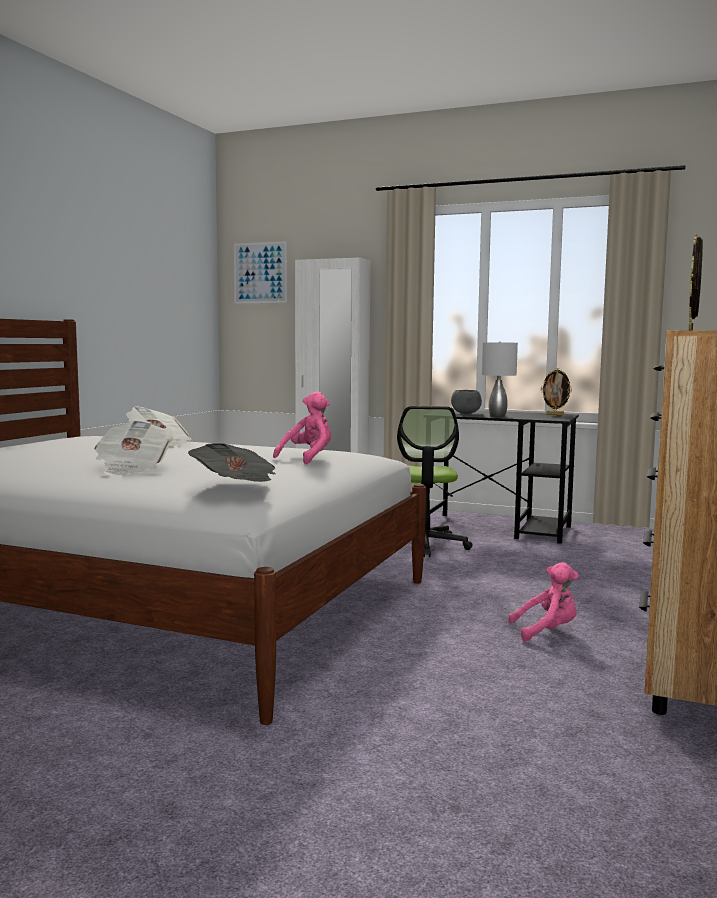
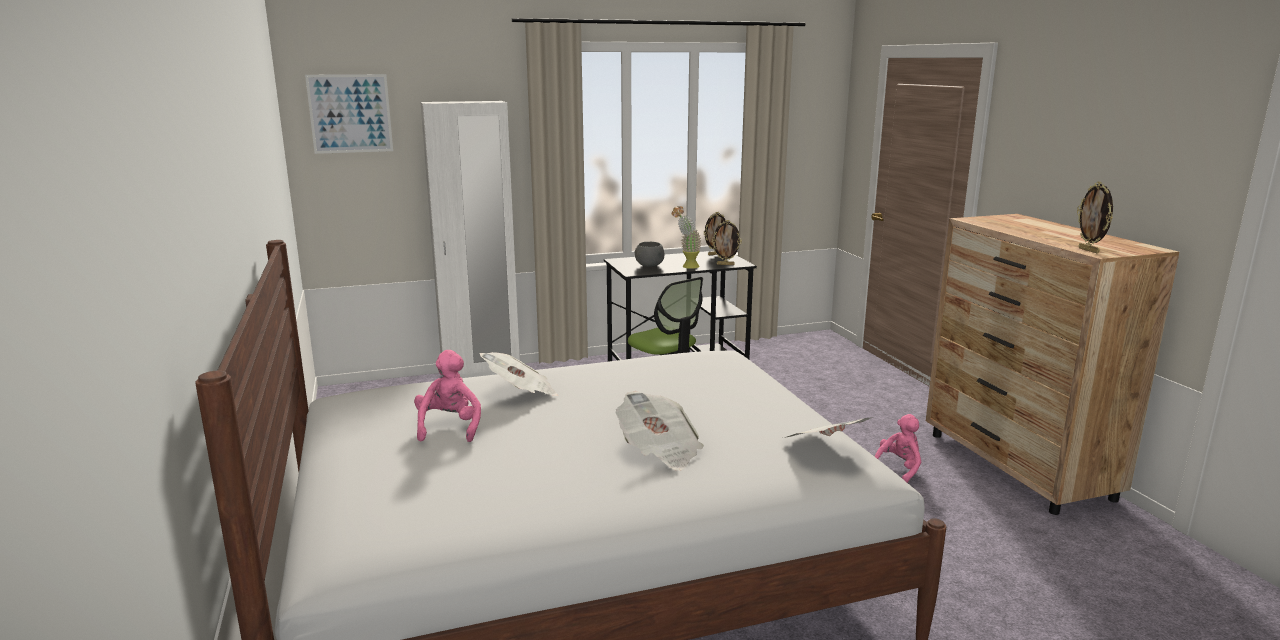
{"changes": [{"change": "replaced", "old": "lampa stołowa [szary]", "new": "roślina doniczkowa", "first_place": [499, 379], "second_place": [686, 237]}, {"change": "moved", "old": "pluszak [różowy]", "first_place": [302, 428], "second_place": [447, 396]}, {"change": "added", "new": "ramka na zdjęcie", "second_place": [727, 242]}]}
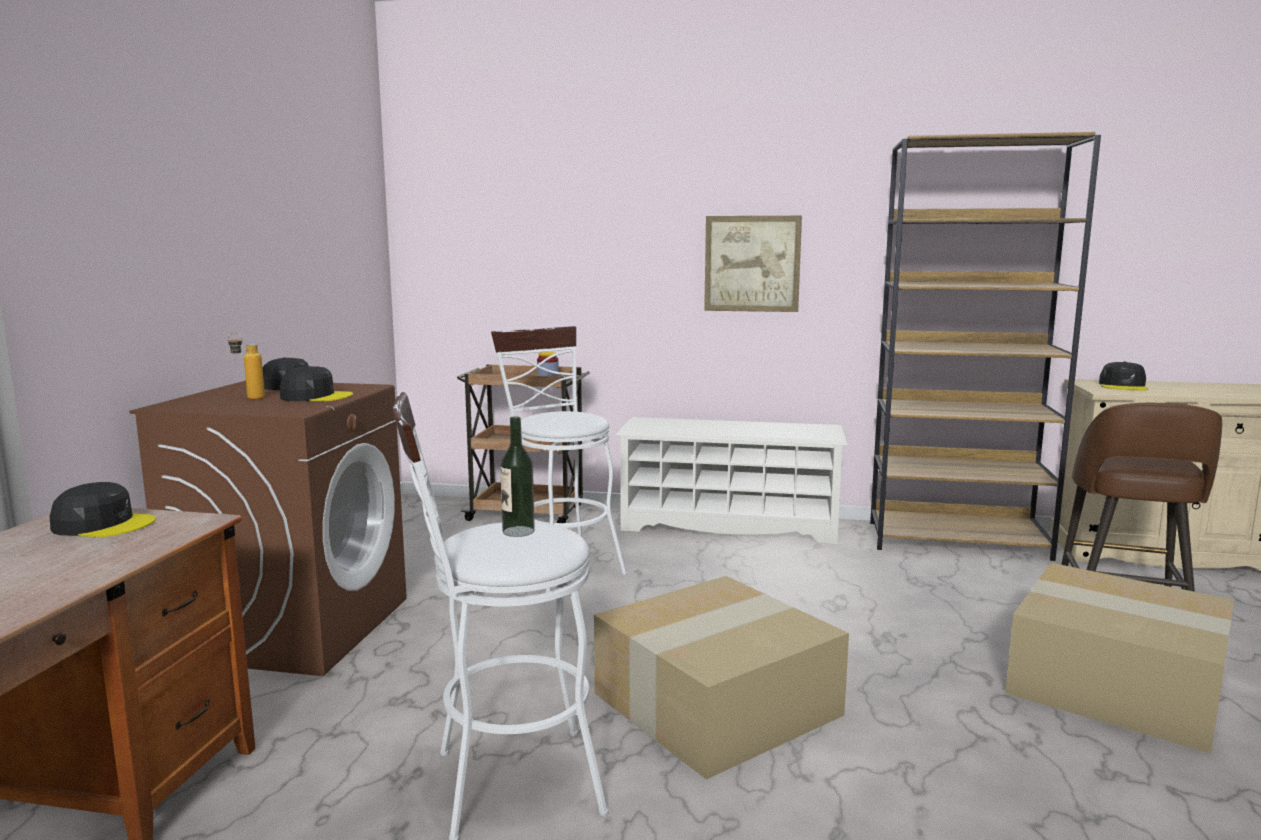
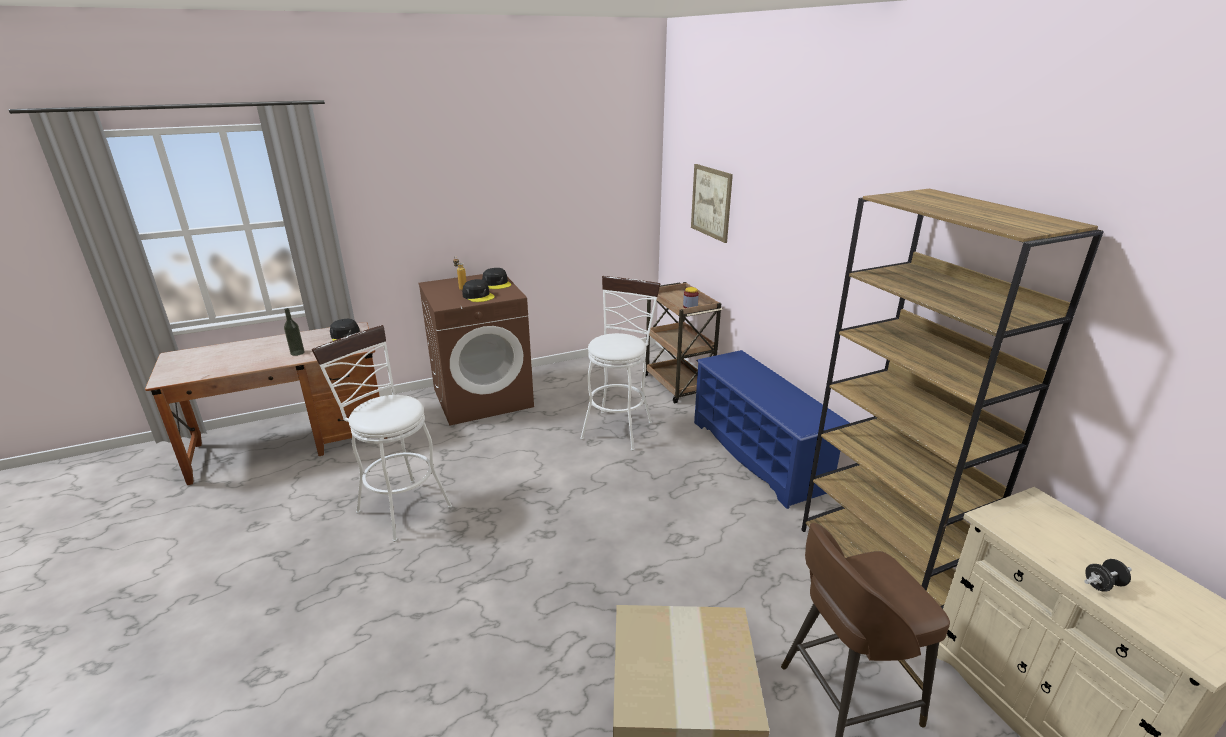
{"changes": [{"change": "moved", "old": "obraz", "first_place": [753, 264], "second_place": [712, 203]}, {"change": "removed", "old": "czapka z daszkiem [czarny]", "first_place": [1123, 376]}, {"change": "moved", "old": "butelka", "first_place": [517, 477], "second_place": [294, 332]}, {"change": "recoloured", "old": "regał na buty [biały]", "new": "regał na buty [niebieski]", "first_place": [731, 480], "second_place": [772, 429]}, {"change": "removed", "old": "karton", "first_place": [721, 677]}, {"change": "added", "new": "hantel [czarny]", "second_place": [1108, 575]}]}
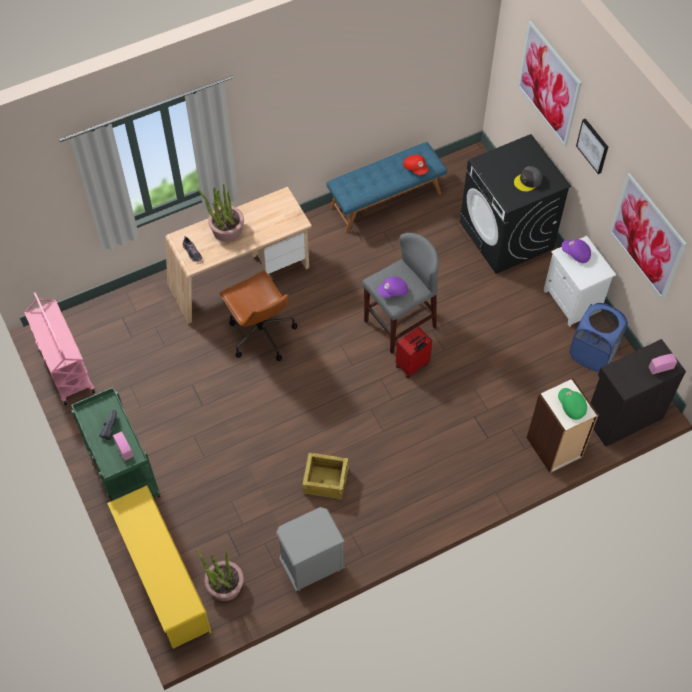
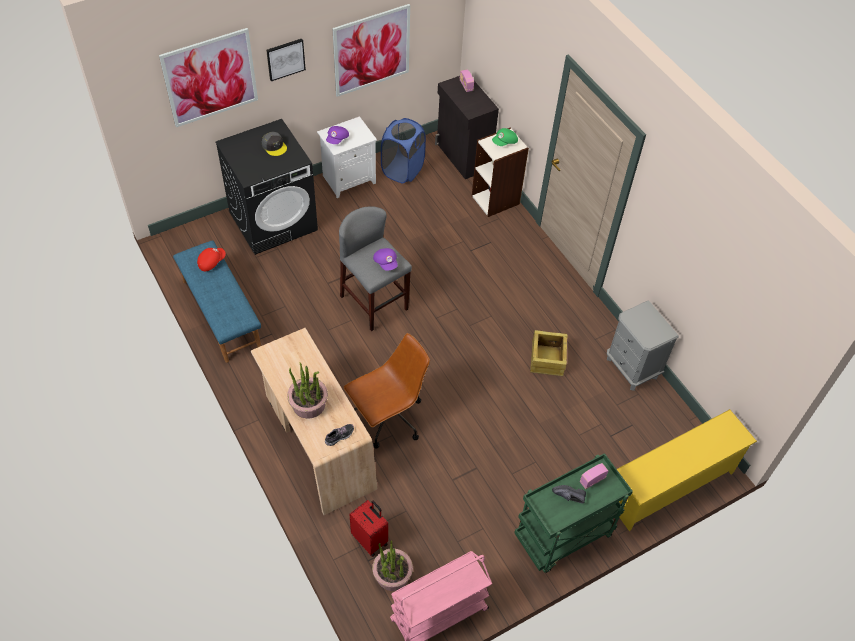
{"changes": [{"change": "moved", "old": "walizka [czerwony]", "first_place": [414, 352], "second_place": [369, 528]}, {"change": "moved", "old": "roślina doniczkowa", "first_place": [220, 575], "second_place": [392, 565]}]}
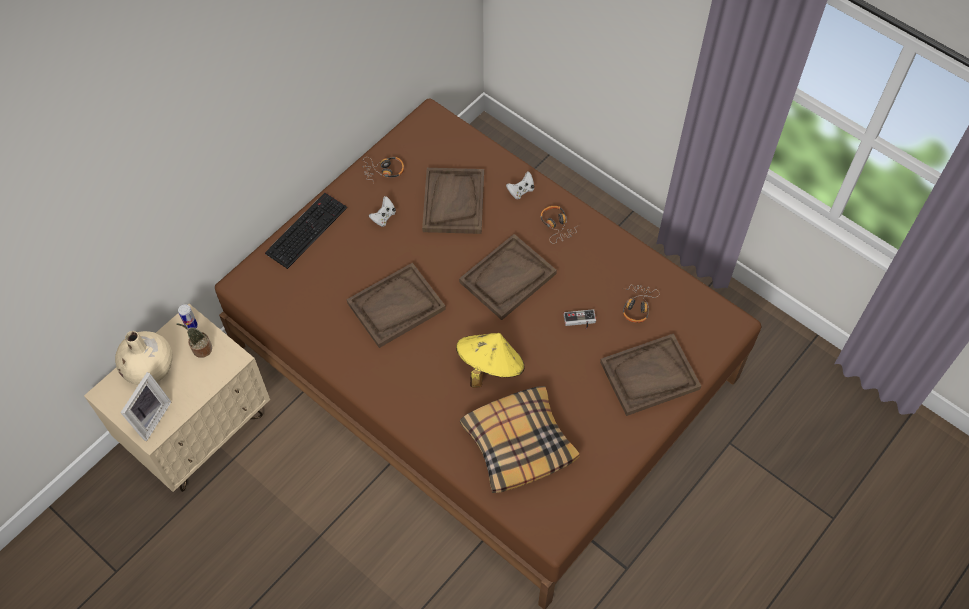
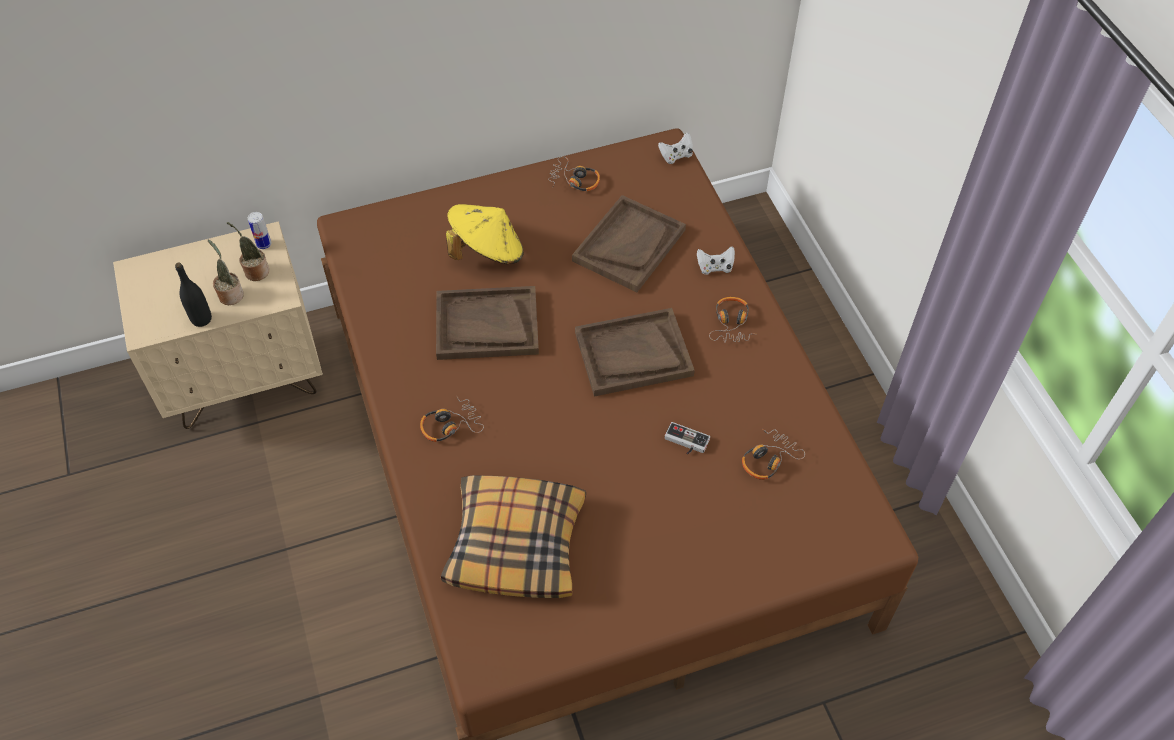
{"changes": [{"change": "removed", "old": "klawiatura", "first_place": [306, 231]}, {"change": "moved", "old": "pad do gier [biały]", "first_place": [382, 211], "second_place": [675, 148]}, {"change": "removed", "old": "wazon [beżowy]", "first_place": [144, 358]}, {"change": "moved", "old": "kapelusz [żółty]", "first_place": [490, 360], "second_place": [485, 234]}, {"change": "removed", "old": "taca [brązowy]", "first_place": [650, 374]}, {"change": "removed", "old": "ramka na zdjęcie", "first_place": [145, 406]}, {"change": "added", "new": "roślina doniczkowa", "second_place": [226, 272]}, {"change": "added", "new": "butelka [czarny]", "second_place": [193, 295]}, {"change": "added", "new": "słuchawki", "second_place": [452, 419]}]}
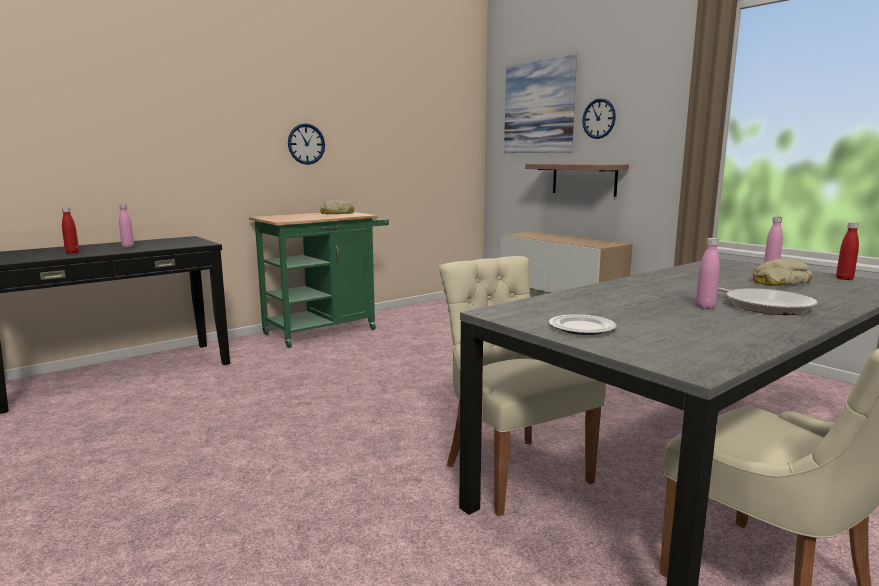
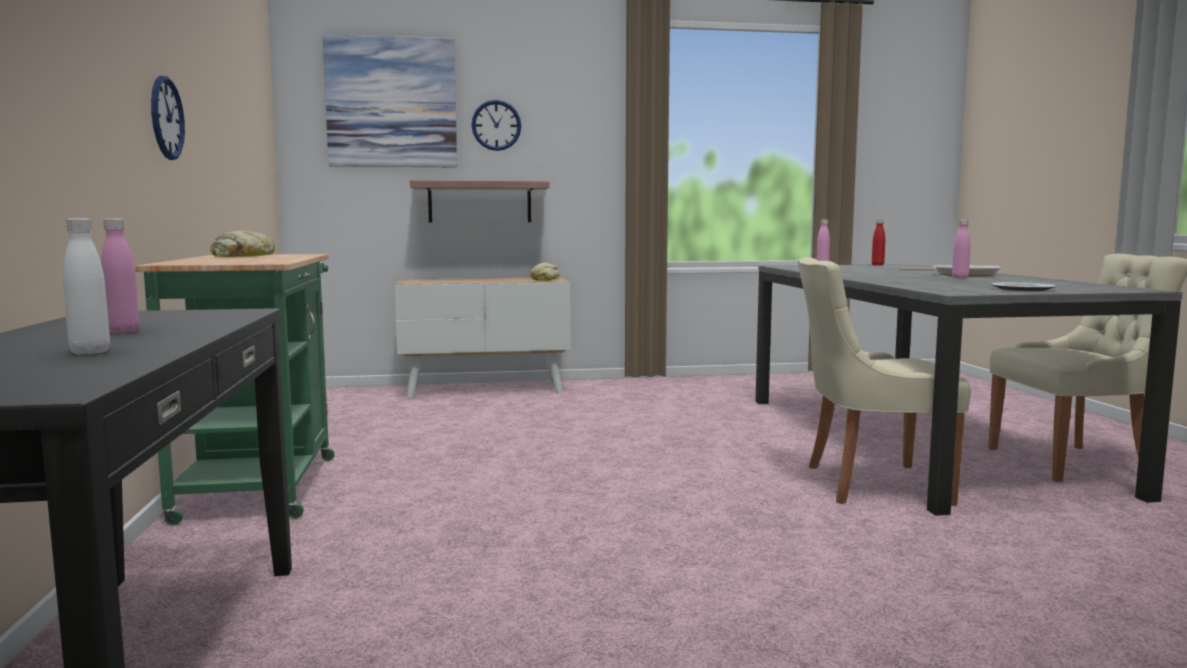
{"changes": [{"change": "recoloured", "old": "butelka [czerwony]", "new": "butelka [biały]", "first_place": [70, 230], "second_place": [86, 286]}, {"change": "moved", "old": "chleb", "first_place": [782, 272], "second_place": [545, 271]}]}
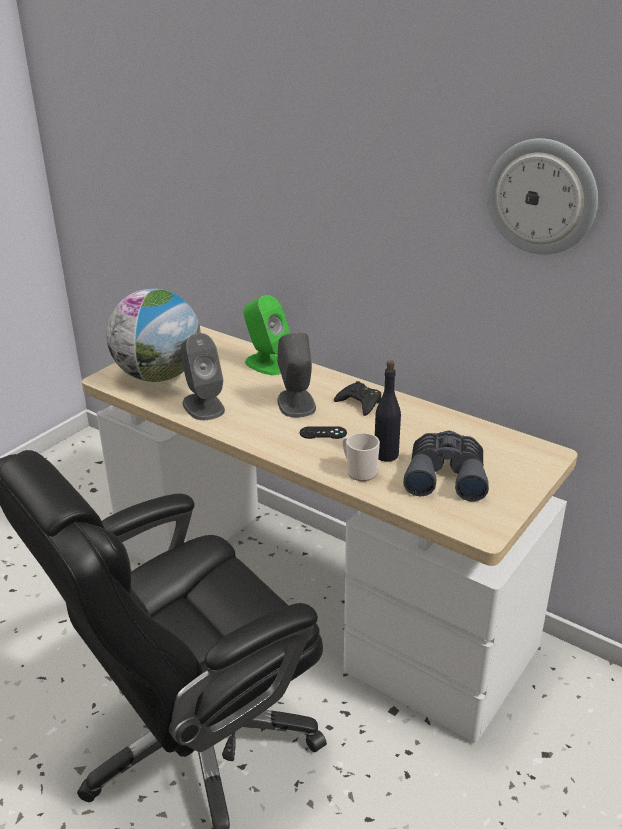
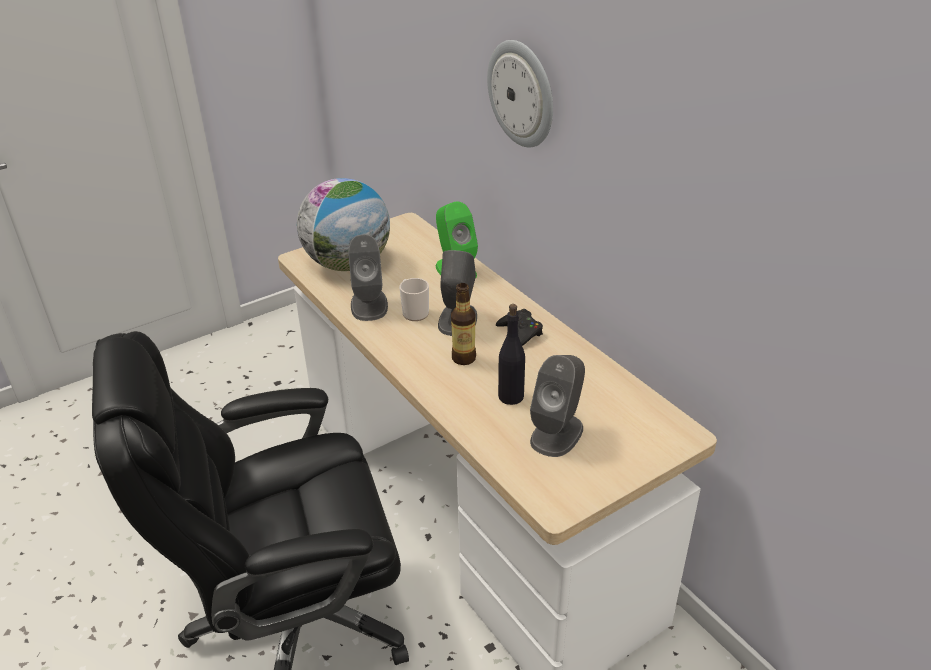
{"changes": [{"change": "moved", "old": "zegar ścienny", "first_place": [542, 196], "second_place": [520, 93]}, {"change": "replaced", "old": "pad do gier [czarny]", "new": "butelka", "first_place": [323, 432], "second_place": [463, 324]}, {"change": "replaced", "old": "lornetka [szary]", "new": "głośnik [szary]", "first_place": [446, 466], "second_place": [557, 406]}, {"change": "moved", "old": "kubek", "first_place": [361, 457], "second_place": [414, 299]}]}
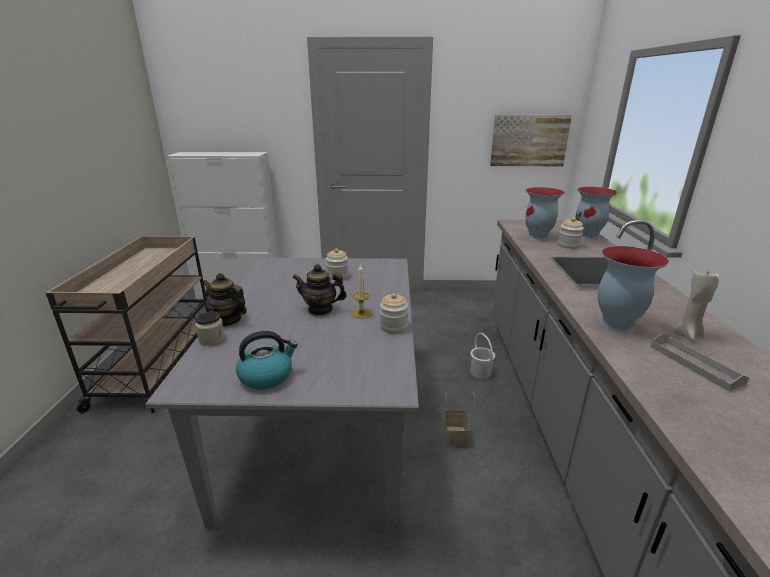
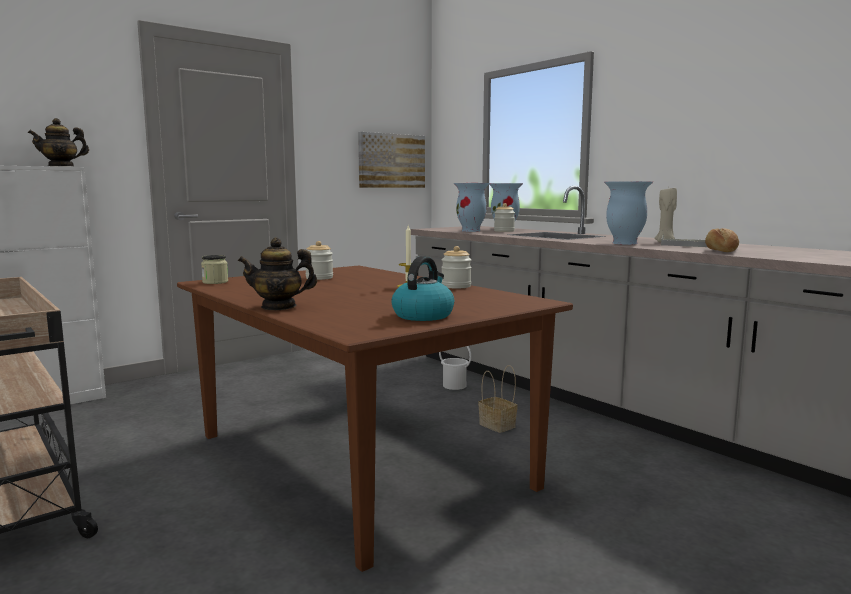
{"changes": [{"change": "recoloured", "old": "stół jadalny [szary]", "new": "stół jadalny [brązowy]", "first_place": [282, 395], "second_place": [375, 419]}, {"change": "moved", "old": "imbryk", "first_place": [319, 289], "second_place": [58, 142]}, {"change": "moved", "old": "słoik", "first_place": [210, 329], "second_place": [214, 269]}, {"change": "added", "new": "chleb", "second_place": [722, 240]}]}
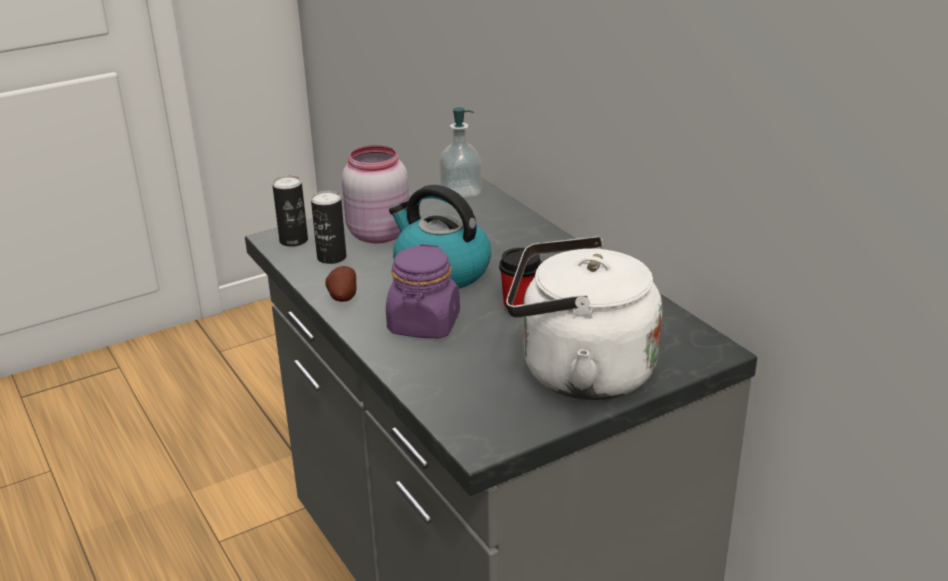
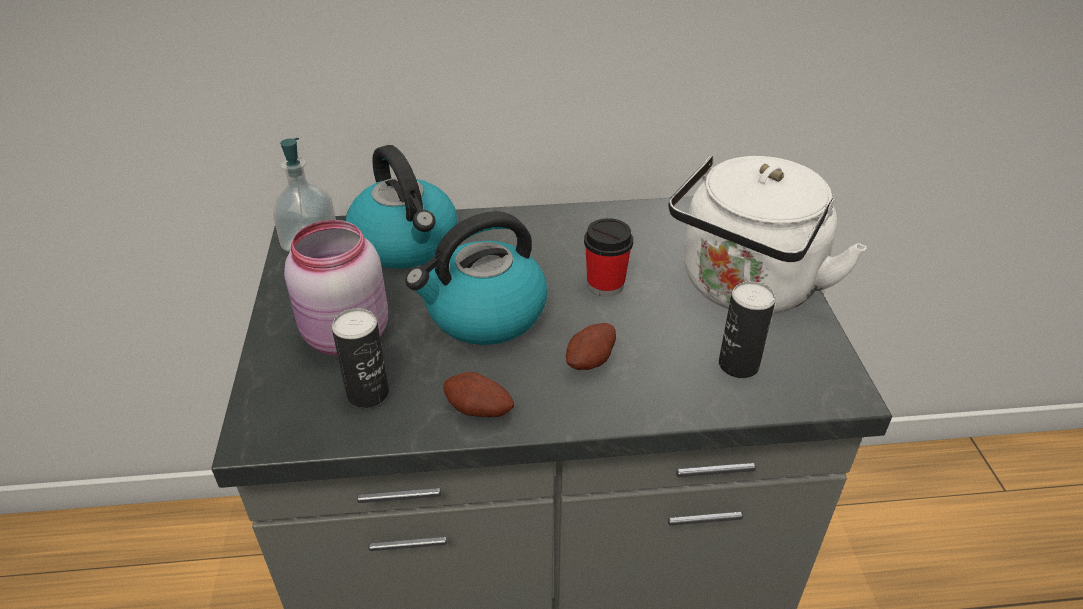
{"changes": [{"change": "moved", "old": "puszka", "first_place": [290, 211], "second_place": [747, 329]}, {"change": "replaced", "old": "słoik [fioletowy]", "new": "ziemniak", "first_place": [423, 291], "second_place": [591, 346]}, {"change": "added", "new": "czajnik", "second_place": [401, 207]}]}
